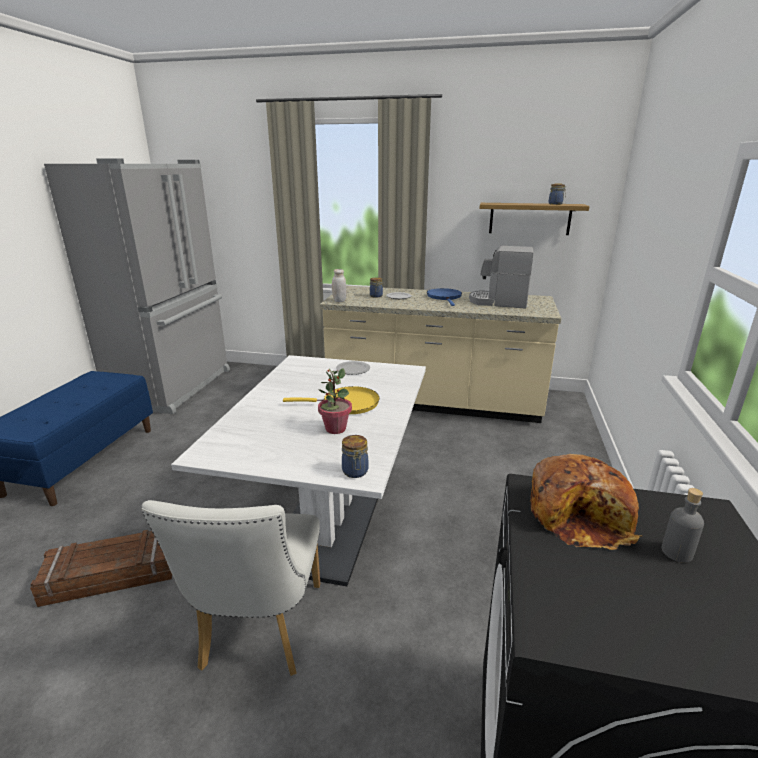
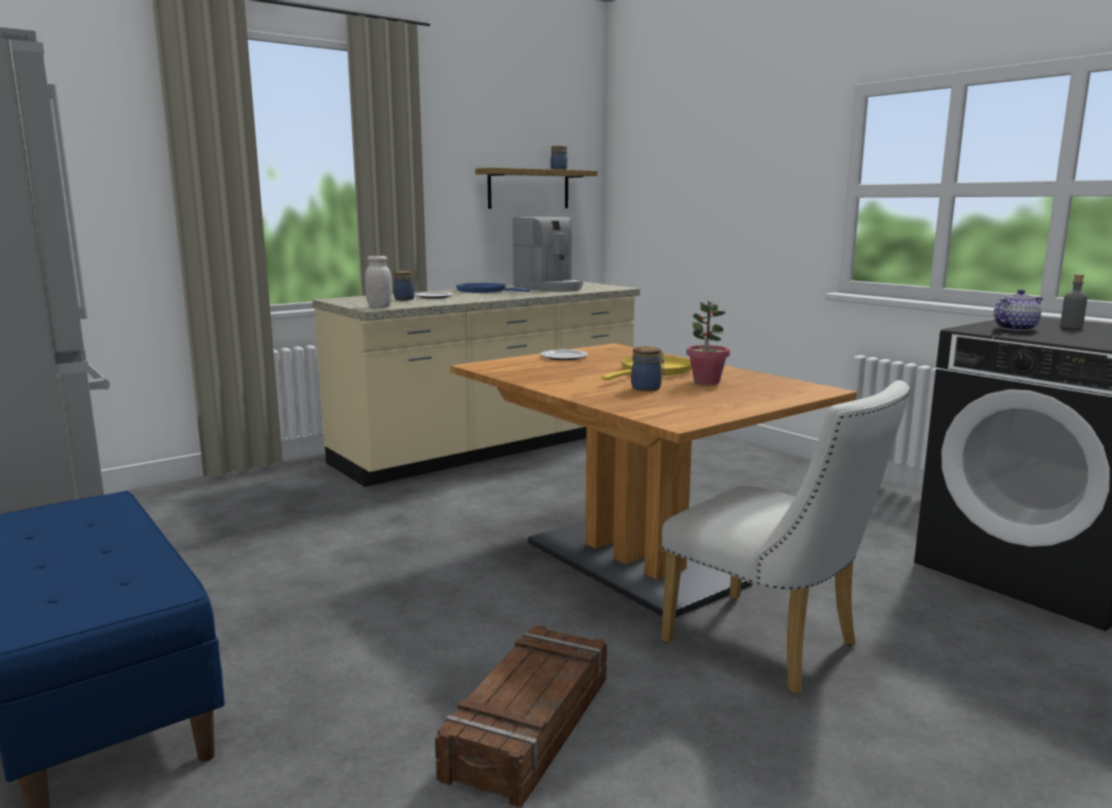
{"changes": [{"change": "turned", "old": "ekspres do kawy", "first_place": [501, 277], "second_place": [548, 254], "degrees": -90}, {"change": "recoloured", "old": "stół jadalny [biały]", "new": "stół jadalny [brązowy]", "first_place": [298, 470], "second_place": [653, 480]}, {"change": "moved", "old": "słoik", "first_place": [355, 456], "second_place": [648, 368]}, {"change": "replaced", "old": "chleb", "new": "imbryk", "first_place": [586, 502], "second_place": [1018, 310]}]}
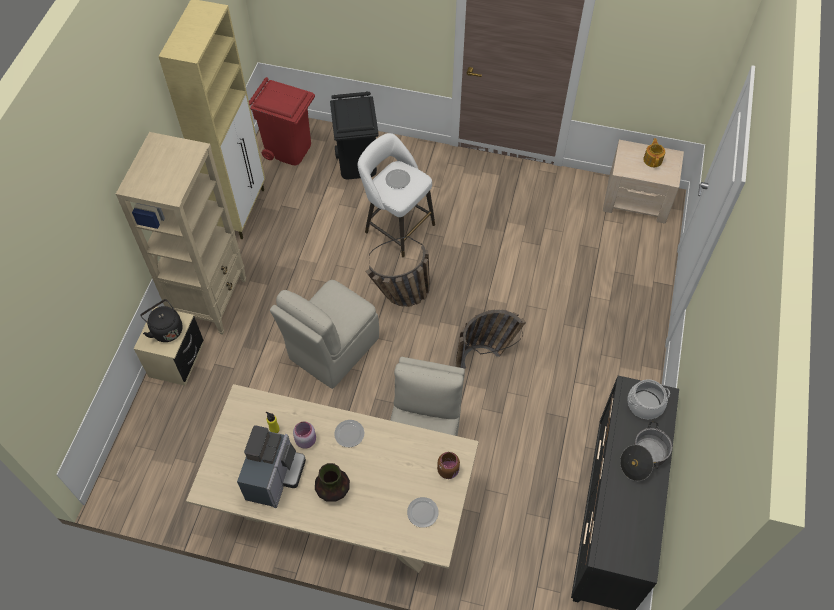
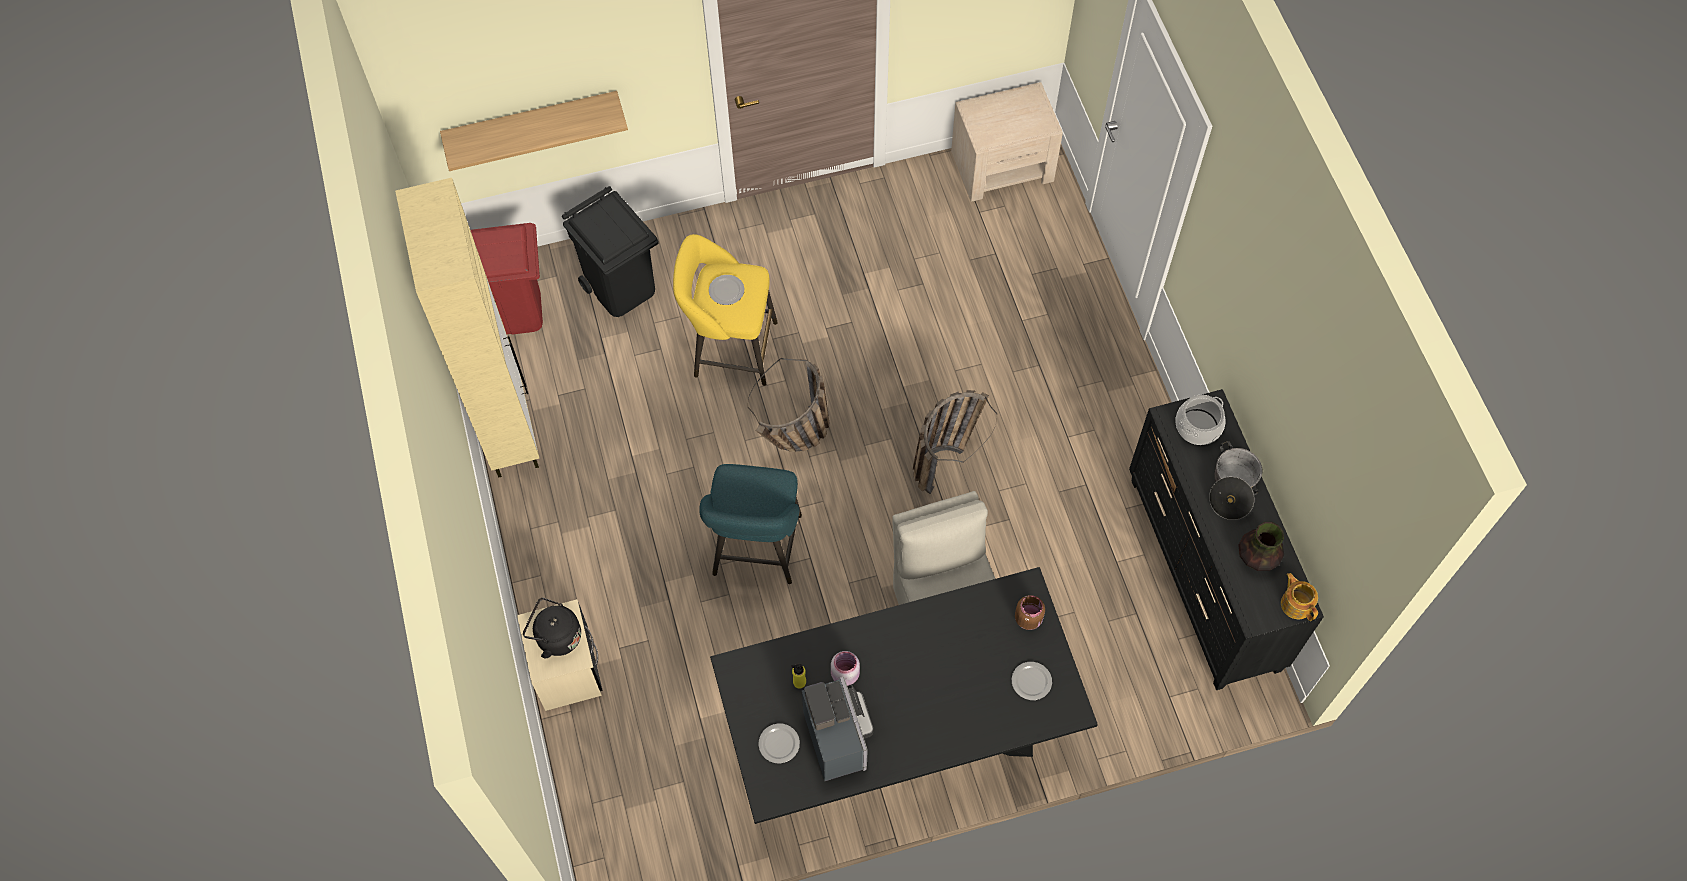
{"changes": [{"change": "removed", "old": "regał [beżowy]", "first_place": [181, 233]}, {"change": "recoloured", "old": "stołek [biały]", "new": "stołek [żółty]", "first_place": [396, 195], "second_place": [725, 310]}, {"change": "moved", "old": "imbryk", "first_place": [654, 152], "second_place": [1299, 597]}, {"change": "replaced", "old": "krzesło [beżowy]", "new": "stołek [turkusowy]", "first_place": [324, 334], "second_place": [750, 524]}, {"change": "recoloured", "old": "stół jadalny [beżowy]", "new": "stół jadalny [czarny]", "first_place": [332, 478], "second_place": [904, 695]}, {"change": "moved", "old": "talerz", "first_place": [349, 433], "second_place": [779, 743]}, {"change": "moved", "old": "wazon", "first_place": [332, 482], "second_place": [1261, 546]}, {"change": "added", "new": "półka", "second_place": [534, 131]}]}
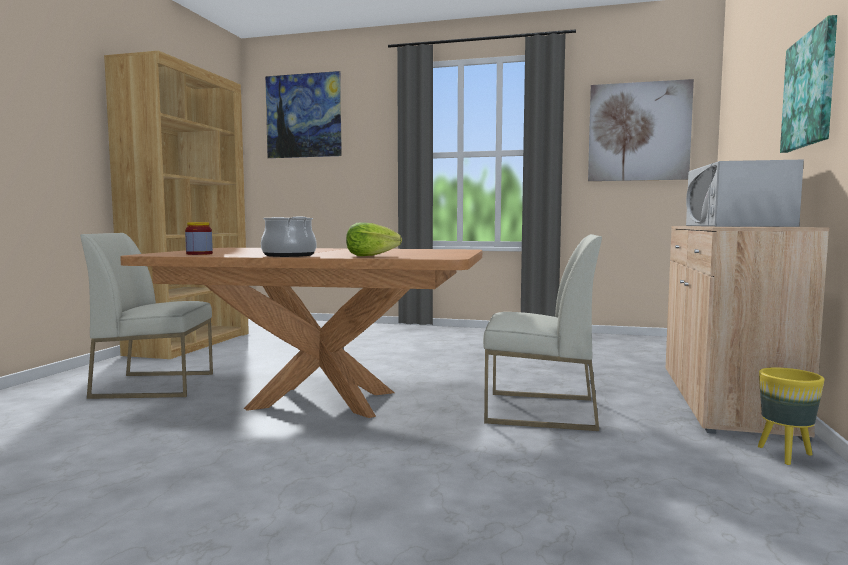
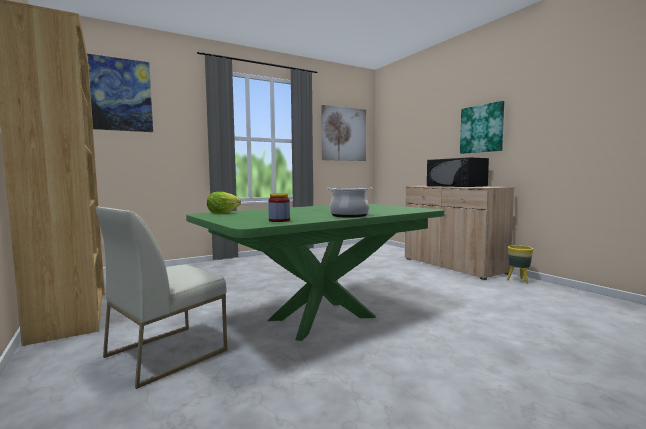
{"changes": [{"change": "recoloured", "old": "mikrofalówka [biały]", "new": "mikrofalówka [czarny]", "first_place": [745, 193], "second_place": [458, 172]}, {"change": "moved", "old": "sałata", "first_place": [374, 239], "second_place": [224, 203]}, {"change": "removed", "old": "krzesło [biały]", "first_place": [542, 332]}, {"change": "recoloured", "old": "stół jadalny [brązowy]", "new": "stół jadalny [zielony]", "first_place": [301, 333], "second_place": [315, 272]}]}
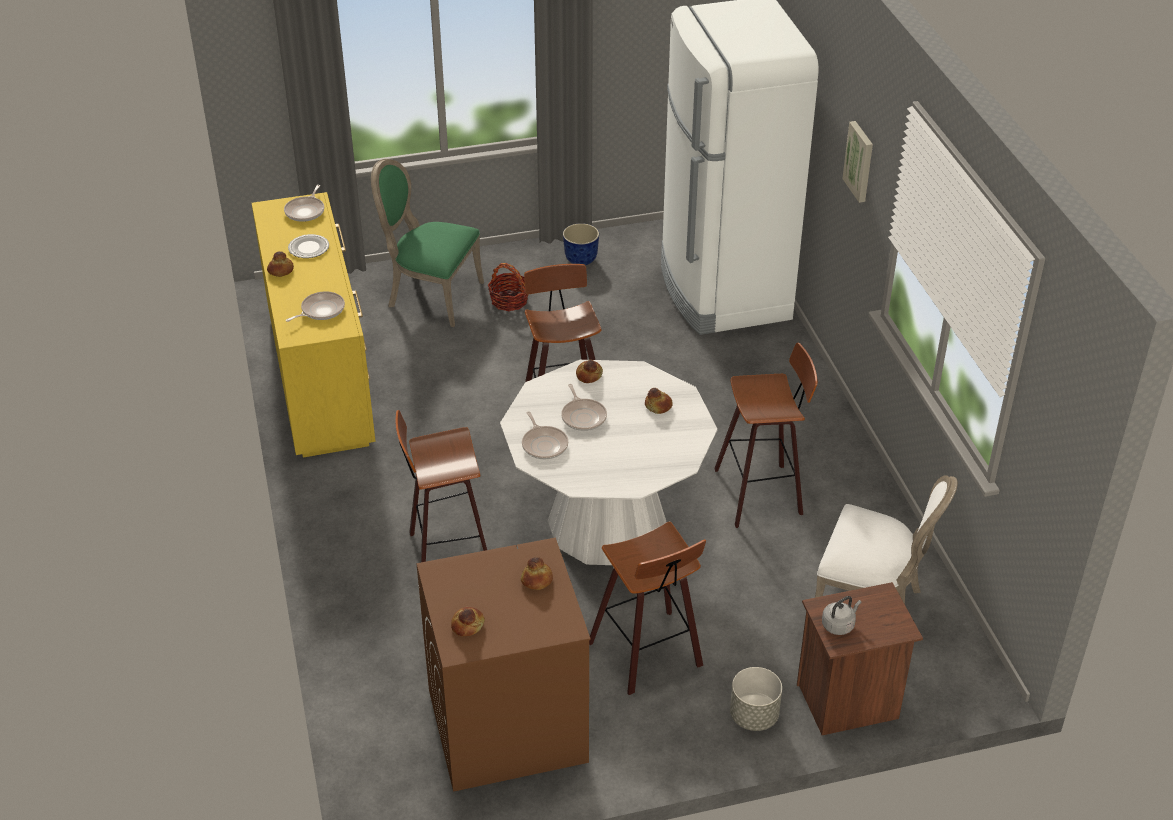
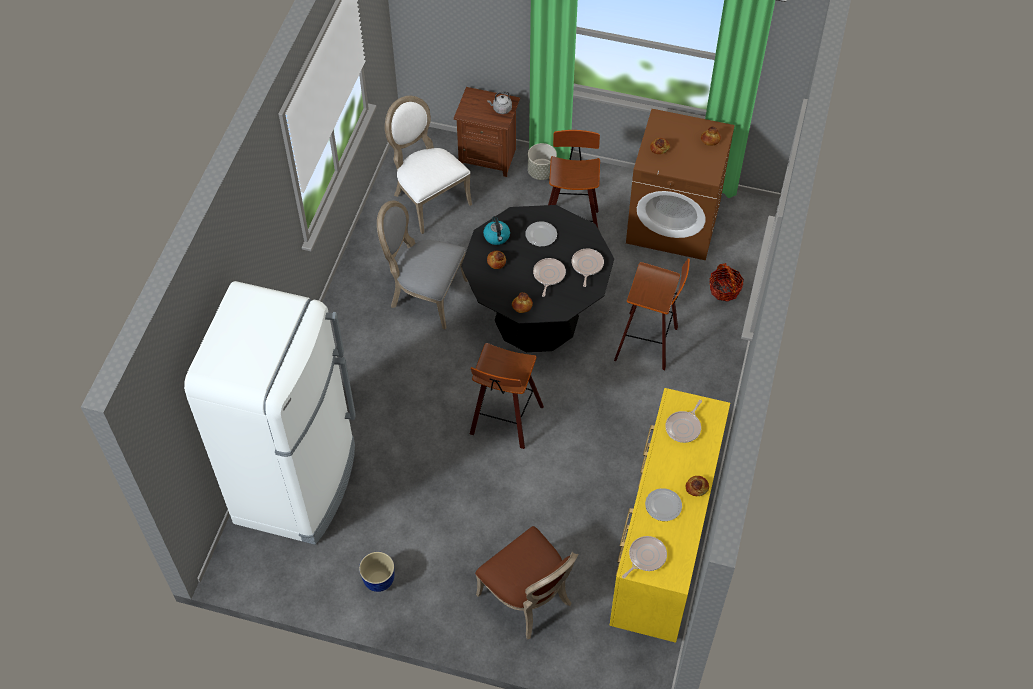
{"changes": [{"change": "removed", "old": "obraz", "first_place": [857, 162]}, {"change": "recoloured", "old": "krzesło [zielony]", "new": "krzesło [brązowy]", "first_place": [427, 243], "second_place": [526, 582]}, {"change": "moved", "old": "koszyk", "first_place": [508, 287], "second_place": [726, 282]}, {"change": "turned", "old": "patelnia", "first_place": [315, 306], "second_place": [683, 421], "degrees": -45}, {"change": "replaced", "old": "stołek", "new": "krzesło [szary]", "first_place": [766, 435], "second_place": [422, 265]}, {"change": "recoloured", "old": "stół jadalny [biały]", "new": "stół jadalny [czarny]", "first_place": [608, 462], "second_place": [537, 278]}, {"change": "added", "new": "czajnik", "second_place": [496, 230]}, {"change": "added", "new": "talerz", "second_place": [541, 234]}]}
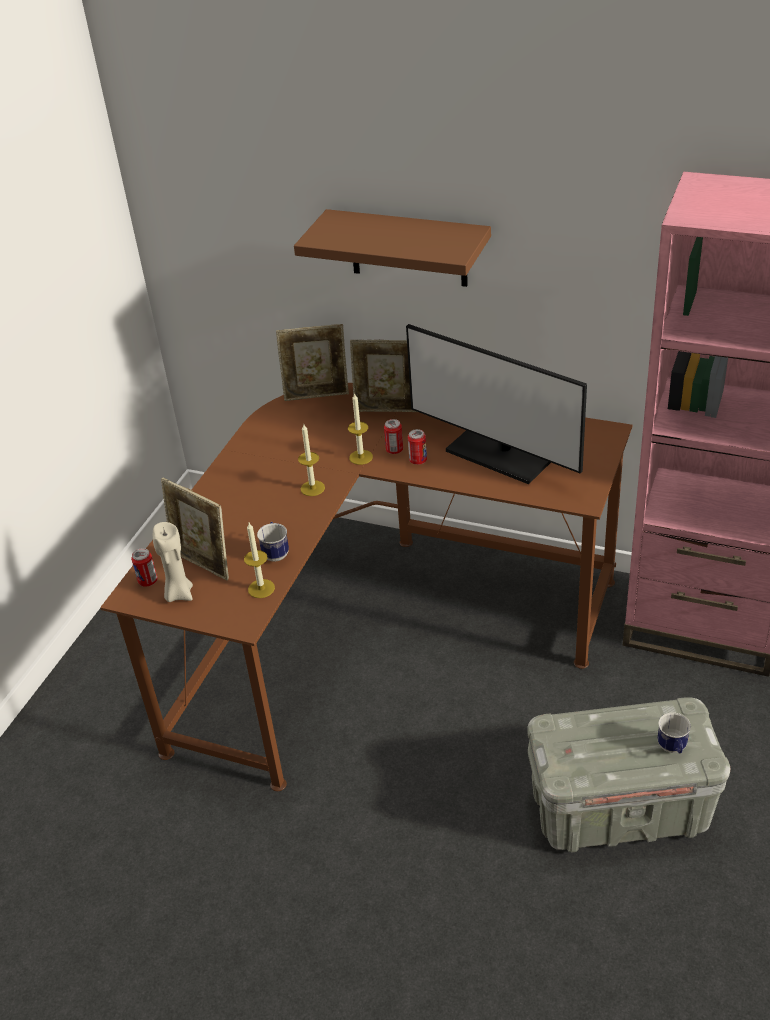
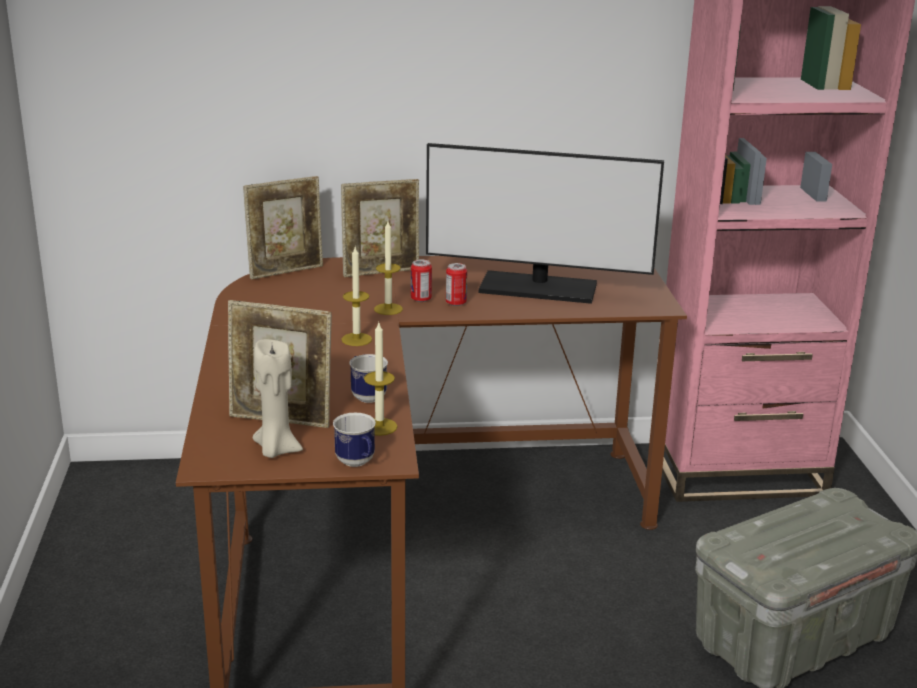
{"changes": [{"change": "removed", "old": "półka [brązowy]", "first_place": [392, 248]}, {"change": "removed", "old": "puszka", "first_place": [144, 567]}, {"change": "moved", "old": "kubek", "first_place": [674, 732], "second_place": [354, 440]}]}
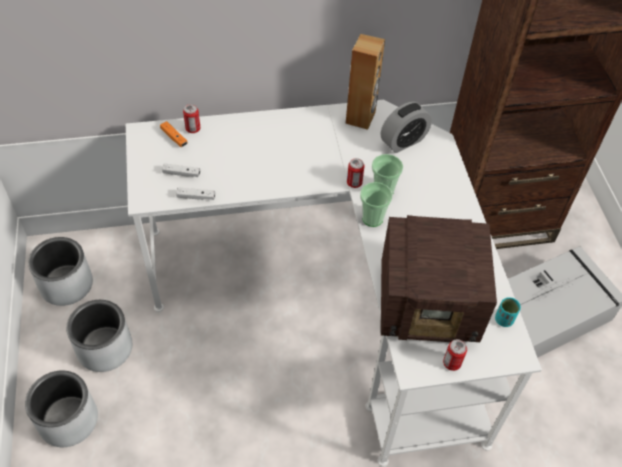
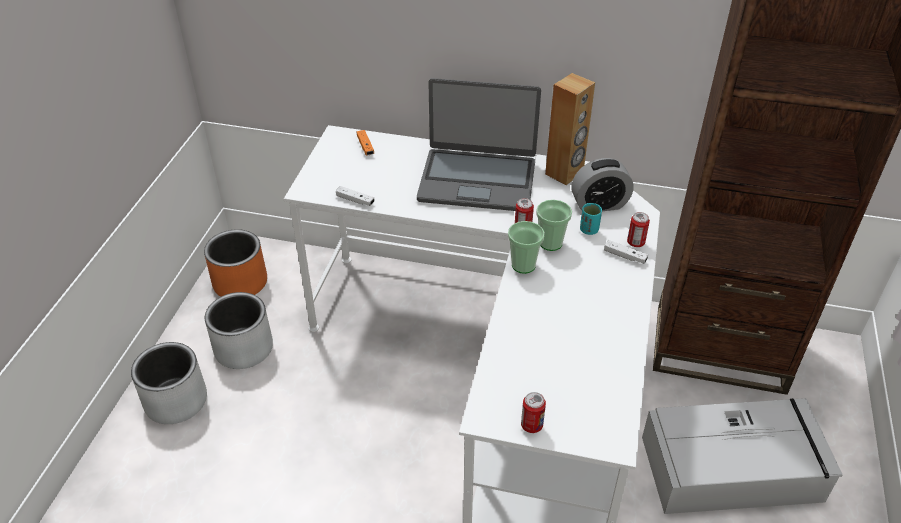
{"changes": [{"change": "moved", "old": "puszka", "first_place": [192, 118], "second_place": [638, 229]}, {"change": "moved", "old": "pad do gier [biały]", "first_place": [181, 170], "second_place": [626, 252]}, {"change": "removed", "old": "radio", "first_place": [439, 278]}, {"change": "recoloured", "old": "donica [szary]", "new": "donica [pomarańczowy]", "first_place": [60, 271], "second_place": [235, 263]}, {"change": "moved", "old": "filiżanka [turkusowy]", "first_place": [508, 312], "second_place": [591, 219]}, {"change": "added", "new": "laptop", "second_place": [479, 144]}]}
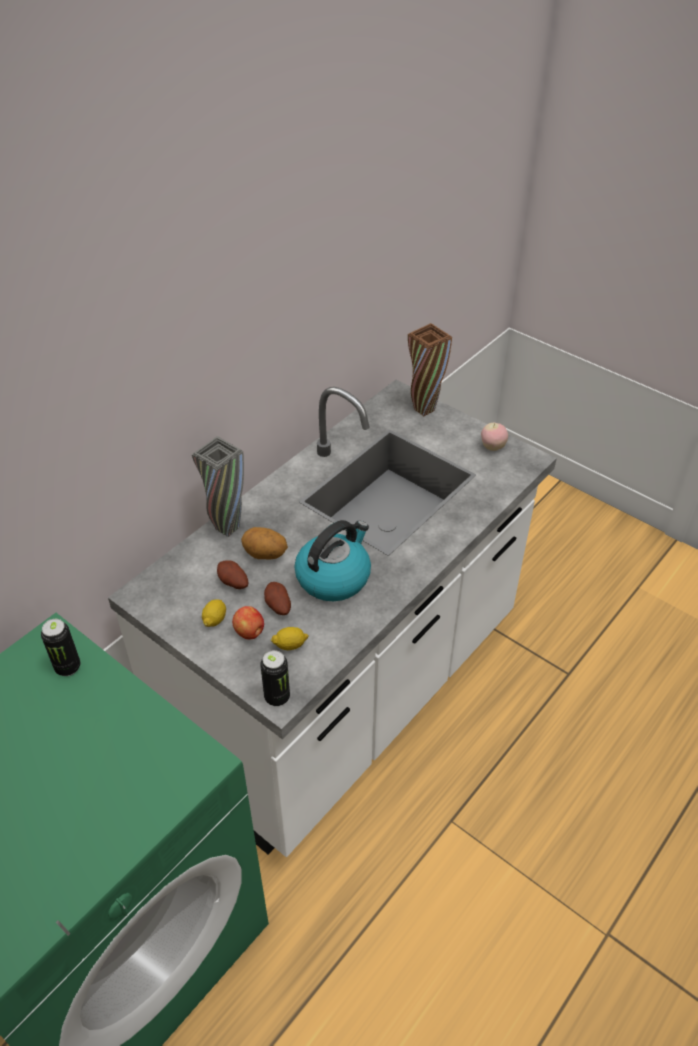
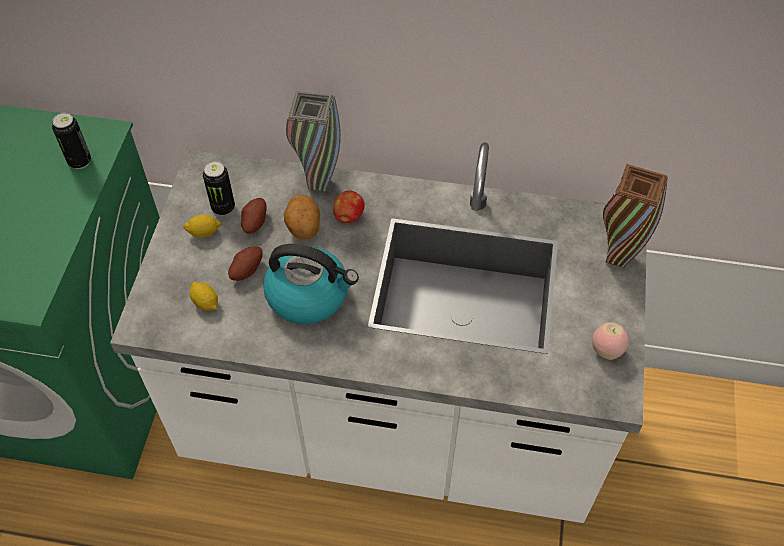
{"changes": [{"change": "moved", "old": "jabłko", "first_place": [248, 623], "second_place": [349, 207]}, {"change": "moved", "old": "puszka", "first_place": [275, 678], "second_place": [219, 188]}]}
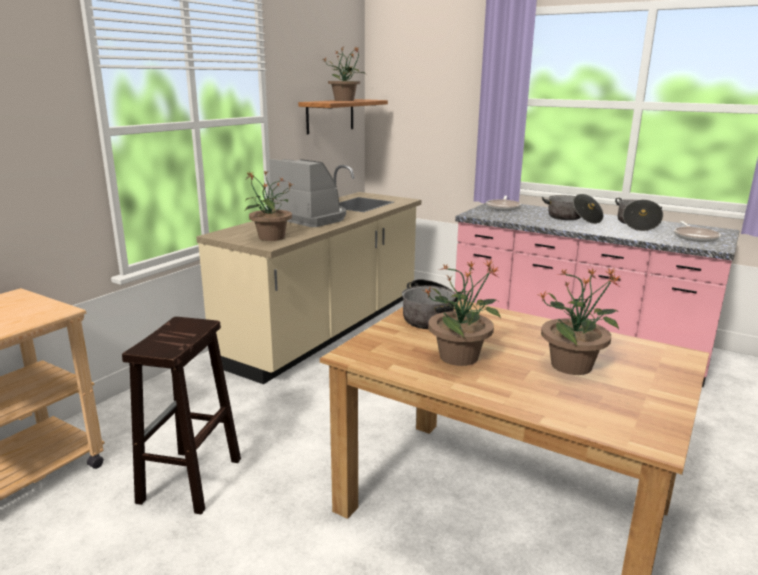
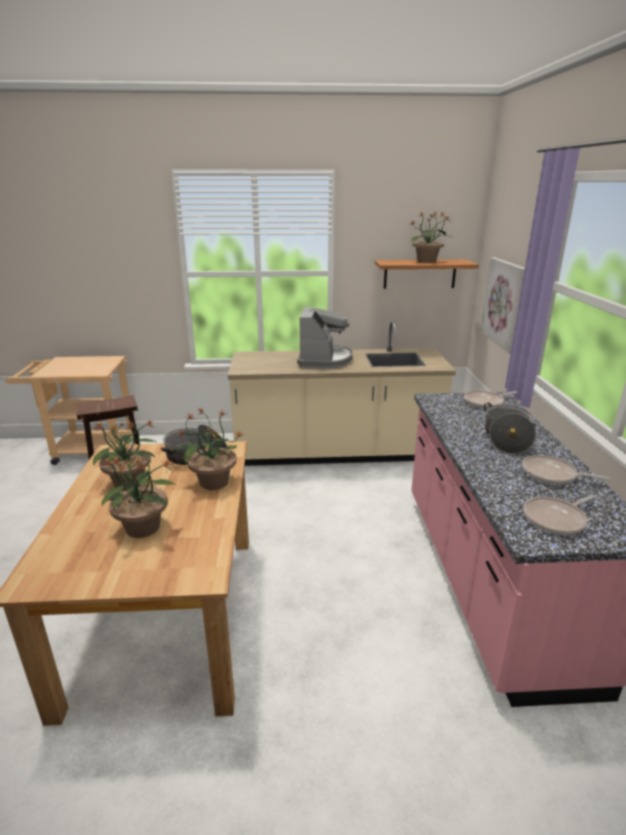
{"changes": [{"change": "moved", "old": "roślina doniczkowa", "first_place": [269, 205], "second_place": [209, 449]}, {"change": "replaced", "old": "garnek", "new": "patelnia", "first_place": [639, 214], "second_place": [566, 470]}, {"change": "added", "new": "obraz", "second_place": [502, 305]}]}
